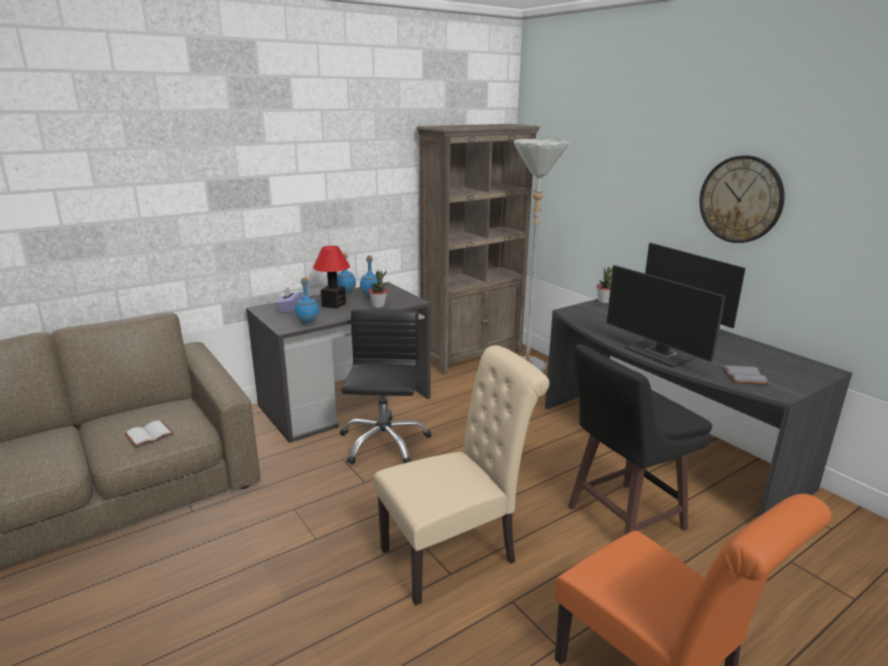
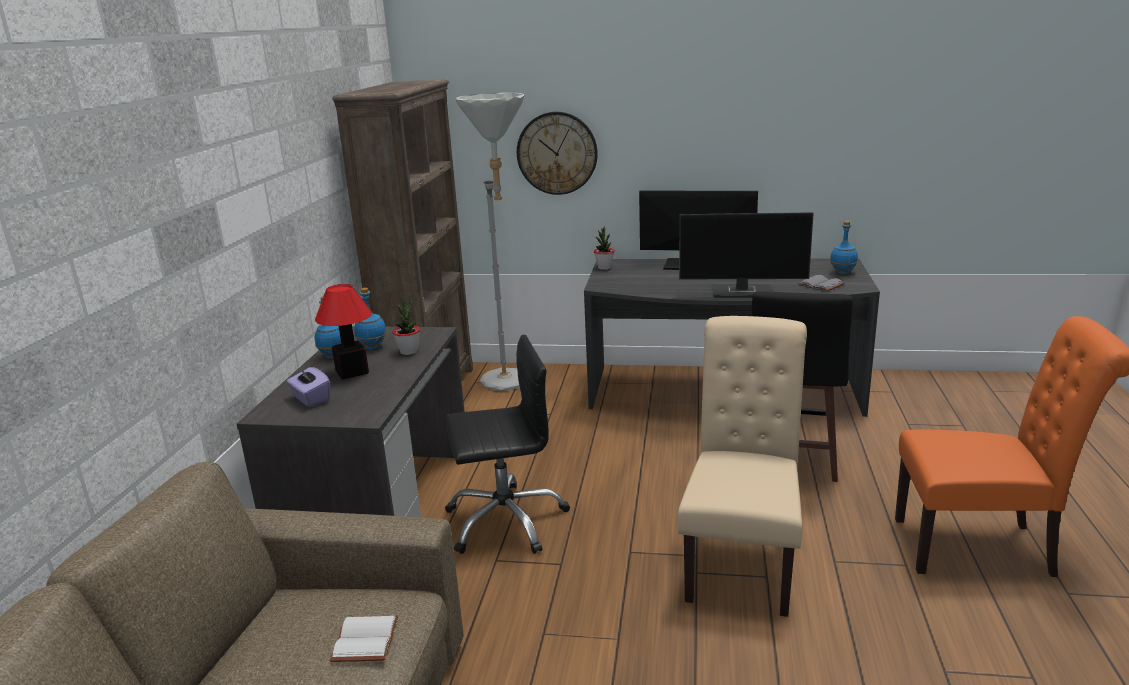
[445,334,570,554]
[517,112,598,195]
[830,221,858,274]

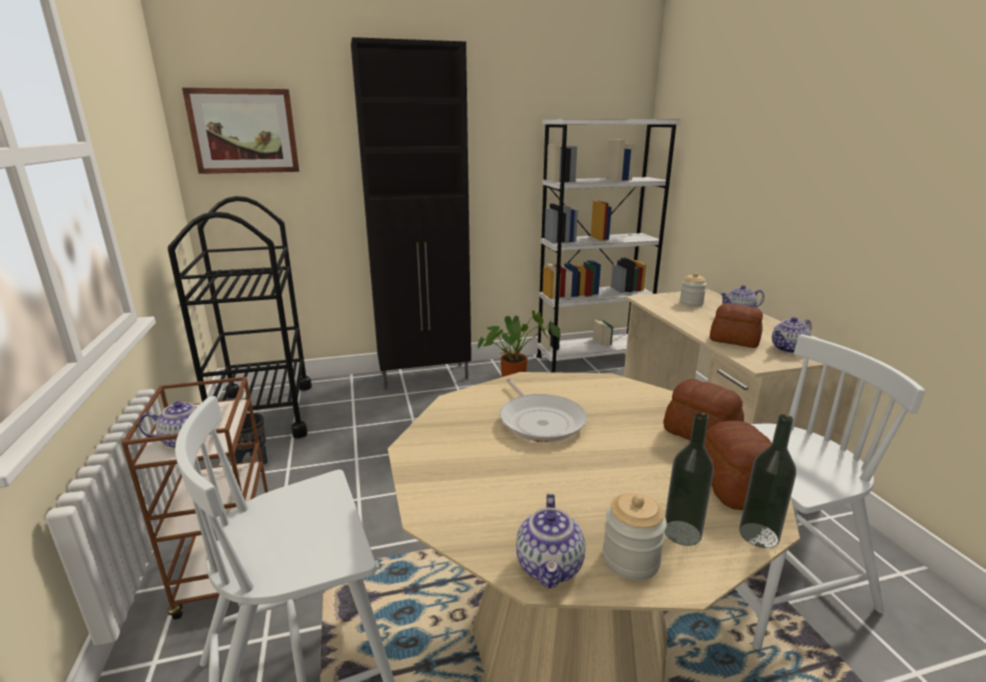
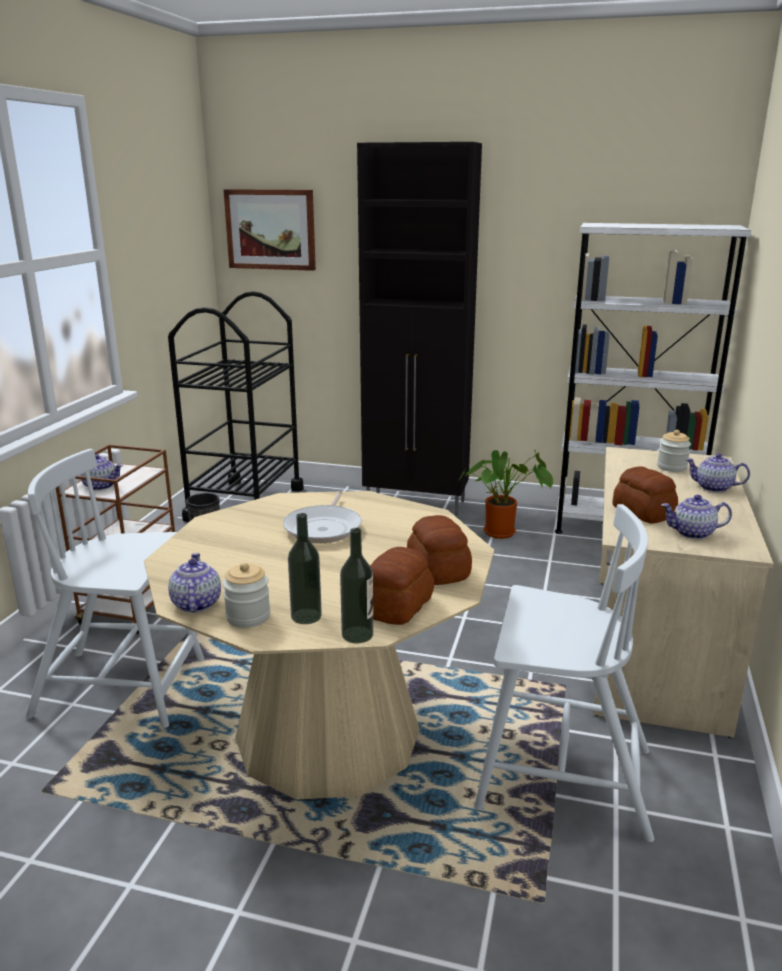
[168,553,221,613]

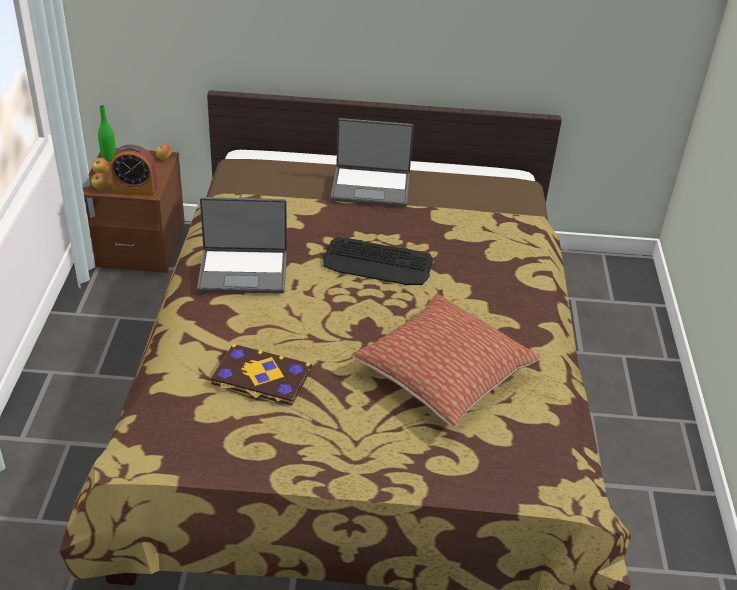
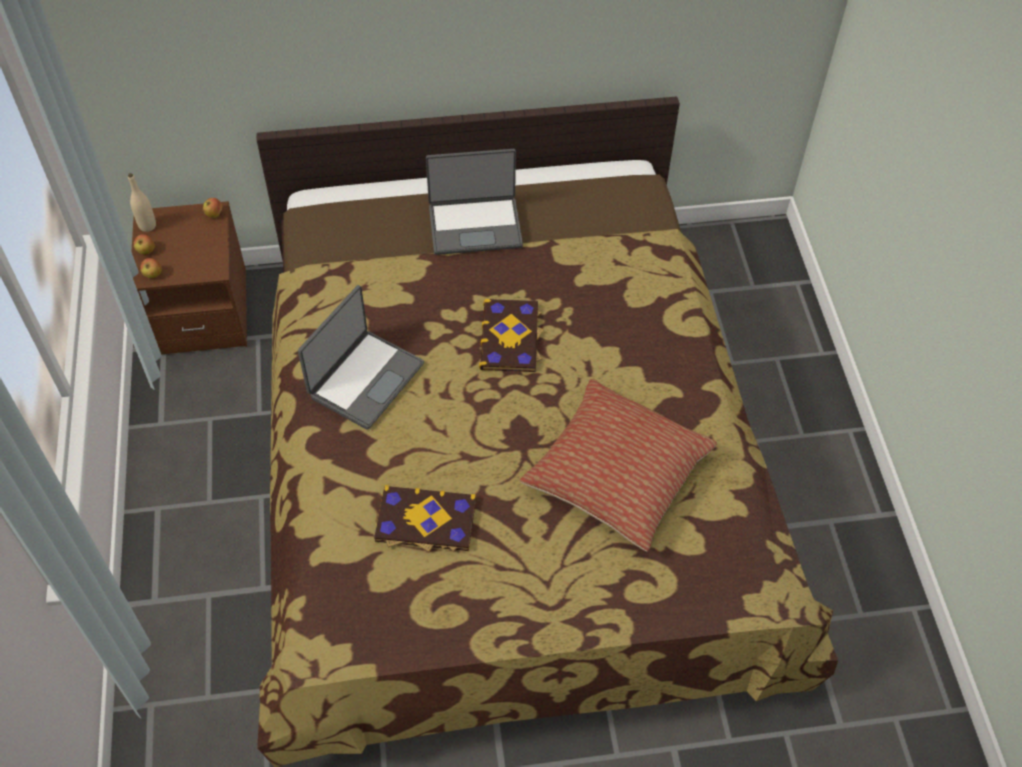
[128,173,156,232]
[298,285,424,430]
[479,299,544,372]
[110,144,157,196] (first image)

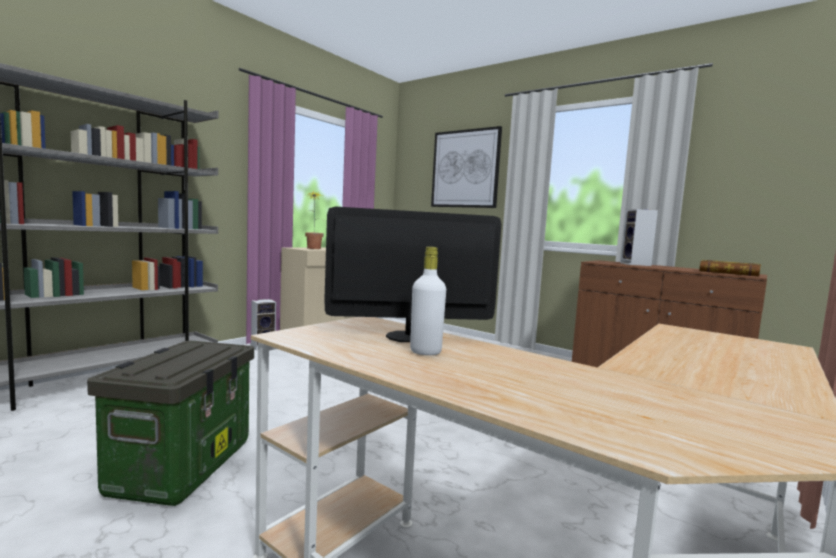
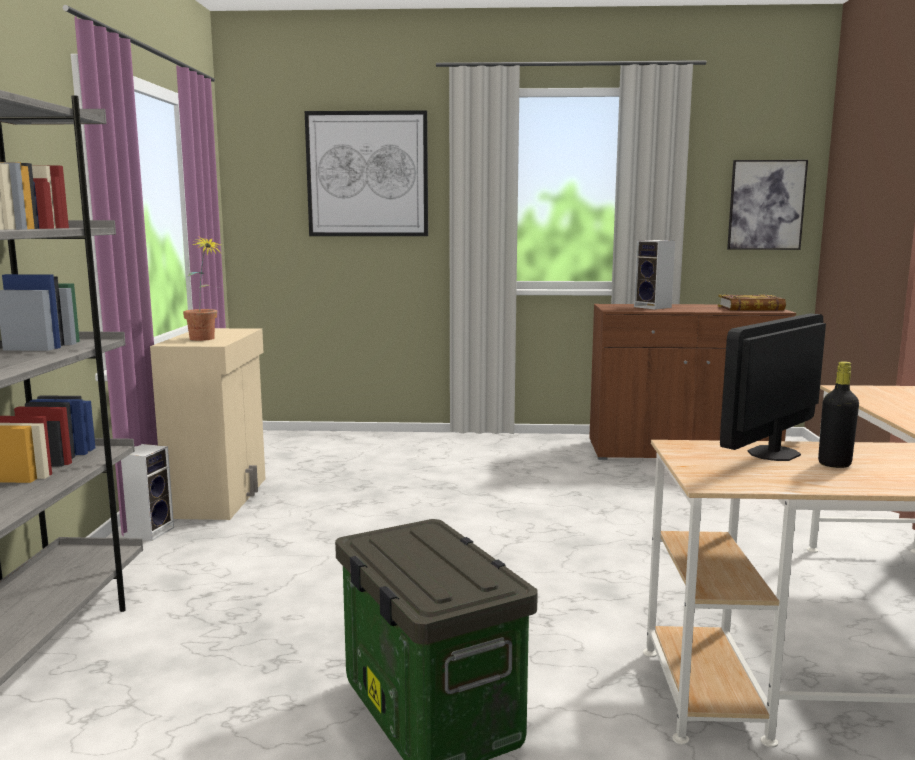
[727,160,808,250]
[818,361,859,468]

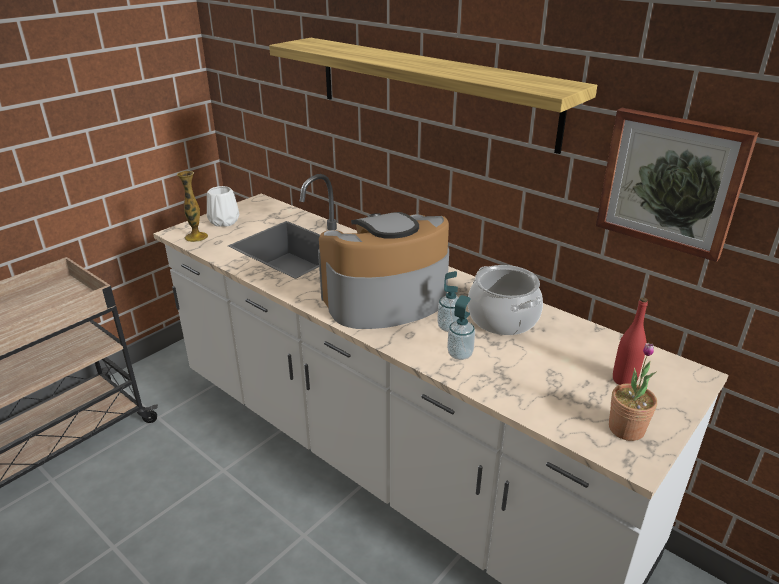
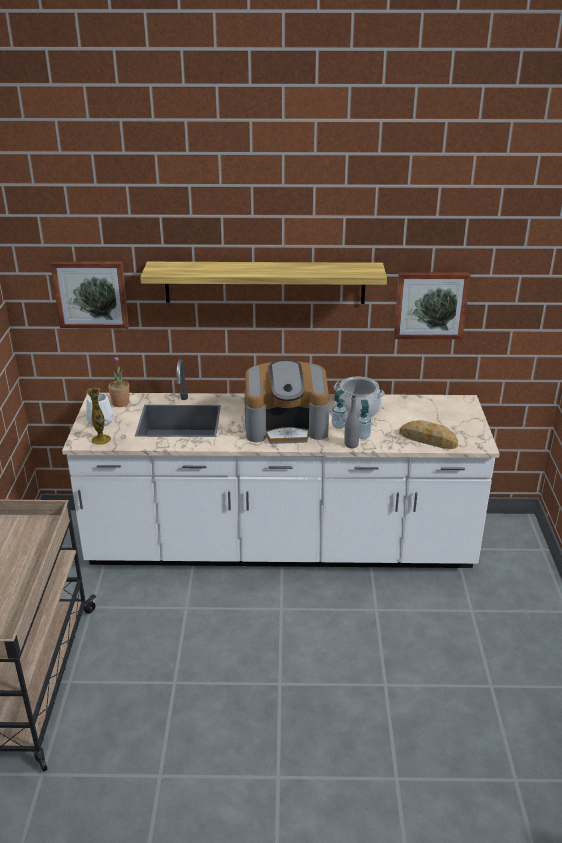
[50,261,129,329]
[108,357,129,407]
[244,360,329,444]
[344,395,360,448]
[399,420,458,449]
[613,297,648,385] (first image)

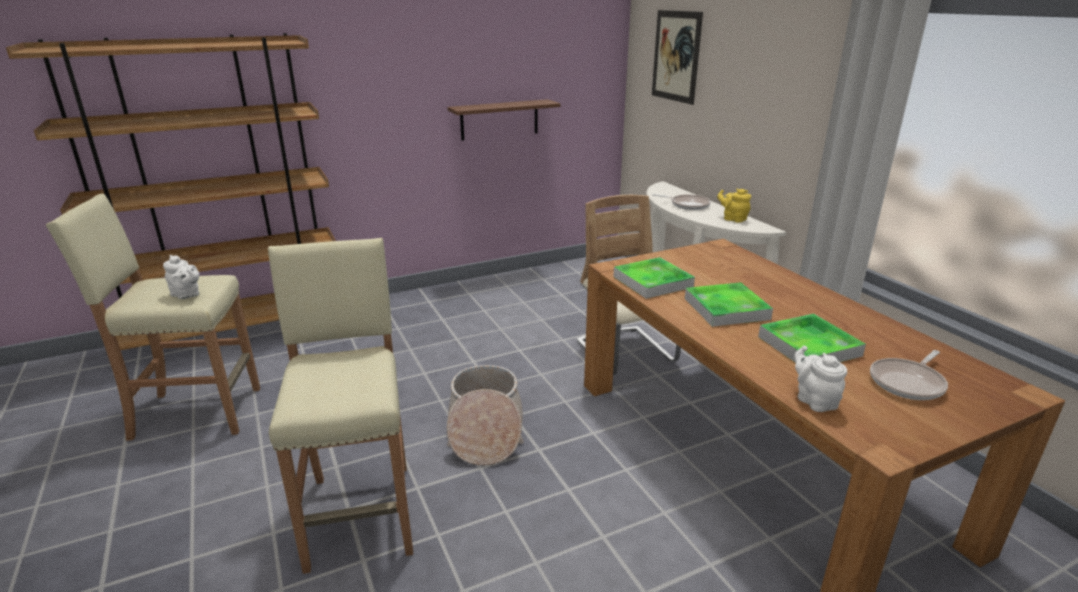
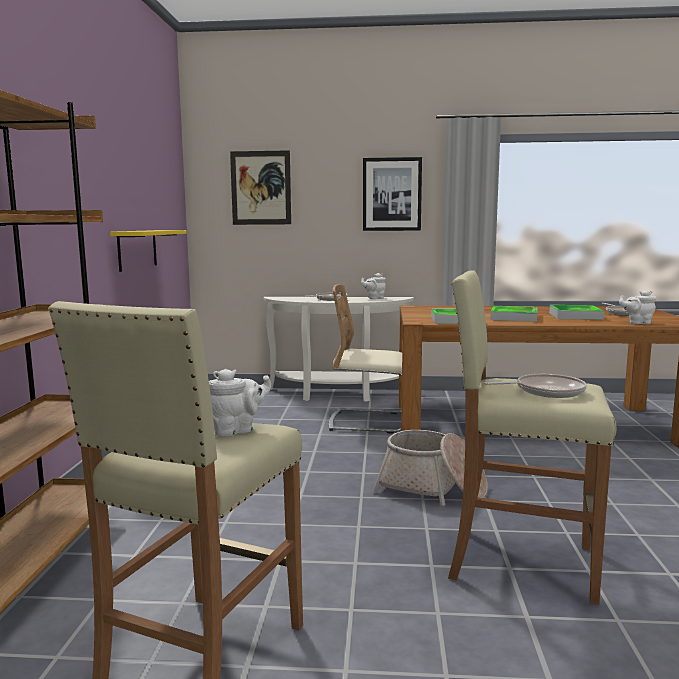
[110,230,187,272]
[361,273,386,299]
[363,157,422,231]
[484,374,587,398]

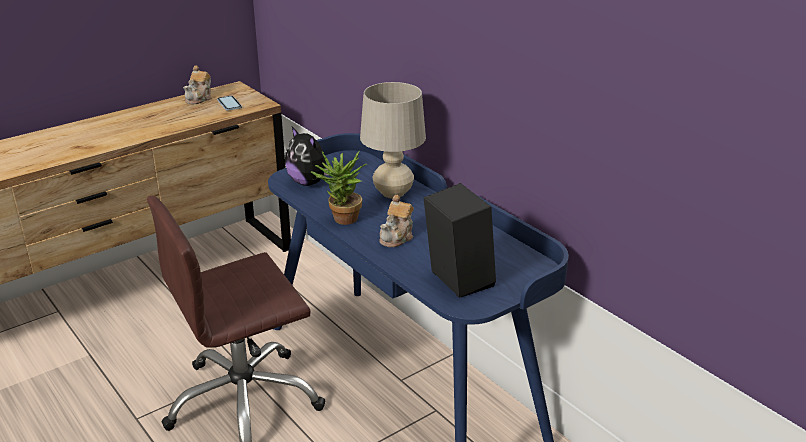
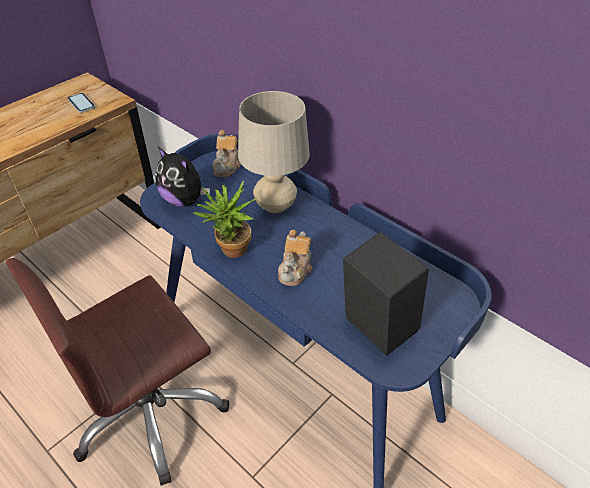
[212,130,241,178]

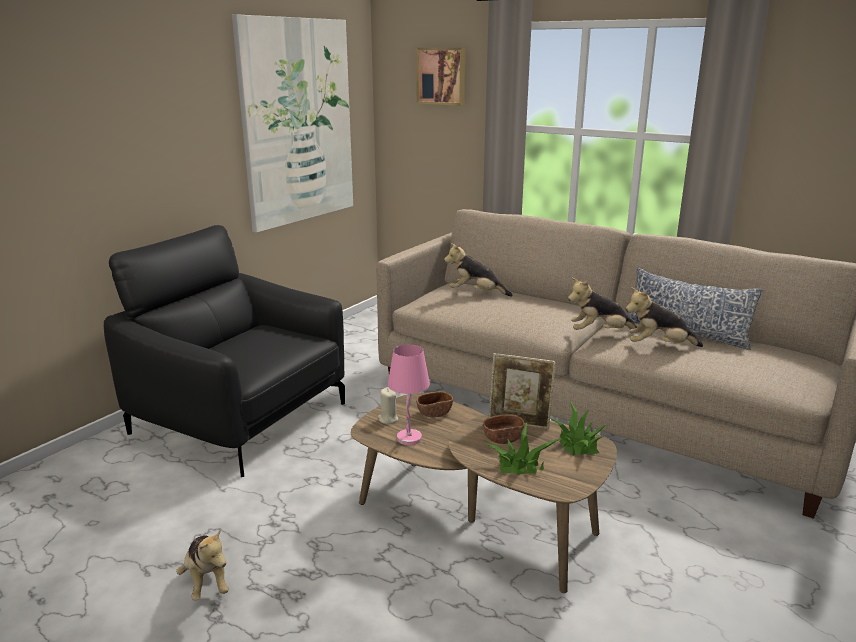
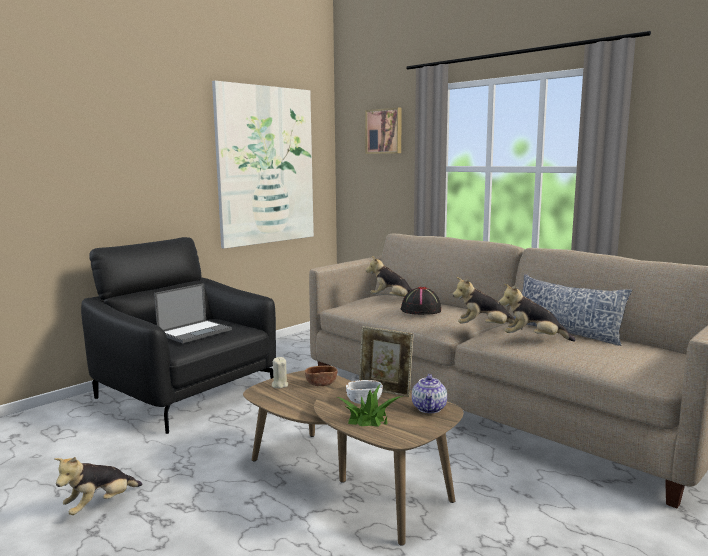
[54,457,143,515]
[154,283,232,343]
[346,380,383,404]
[401,287,441,315]
[412,374,447,413]
[388,344,430,445] (first image)

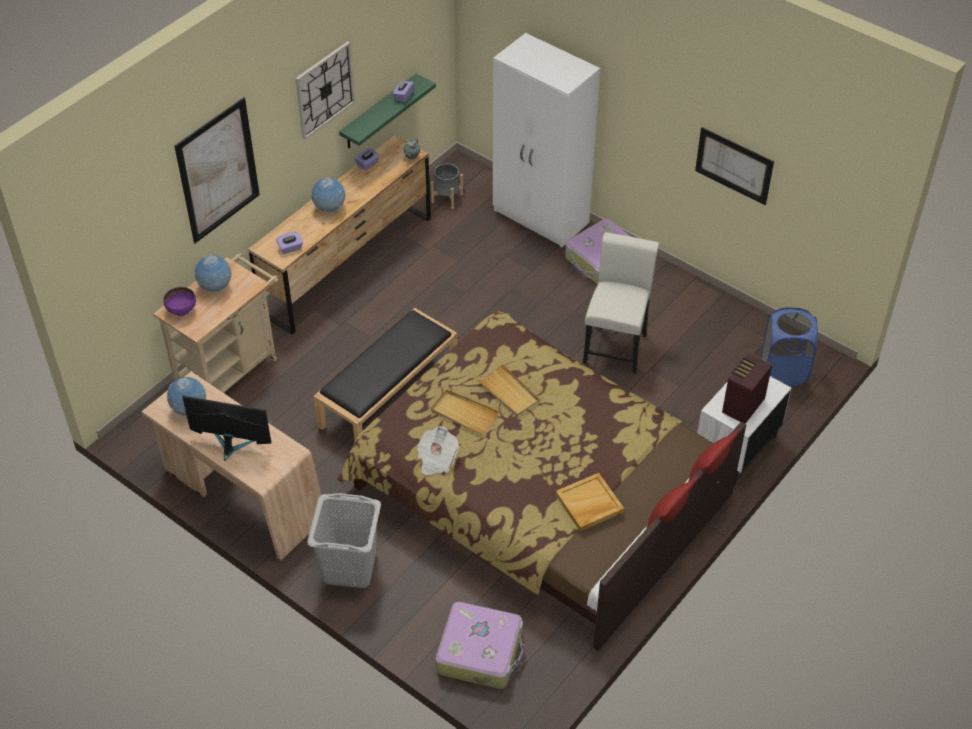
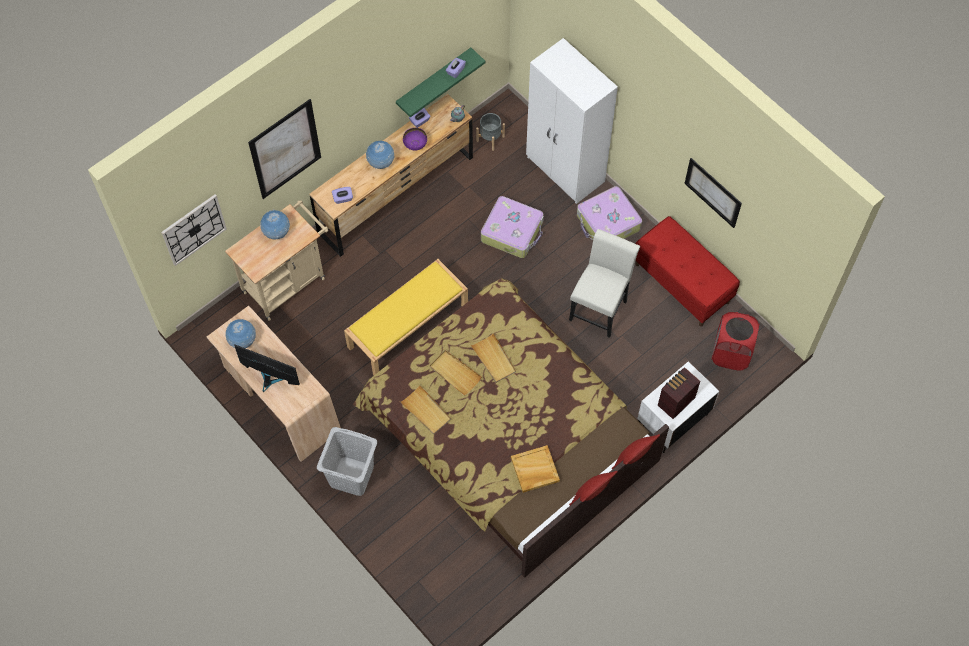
[161,194,227,266]
[344,259,468,375]
[400,385,451,434]
[403,128,427,151]
[481,196,544,258]
[635,216,740,327]
[711,312,760,371]

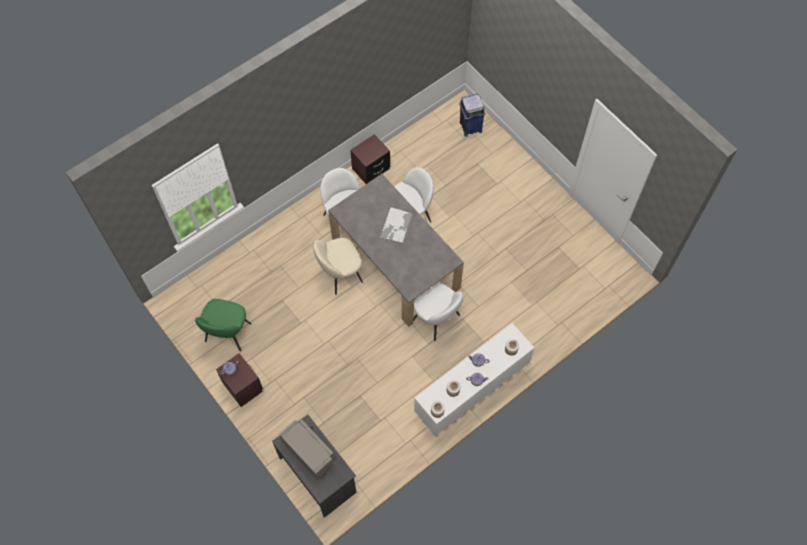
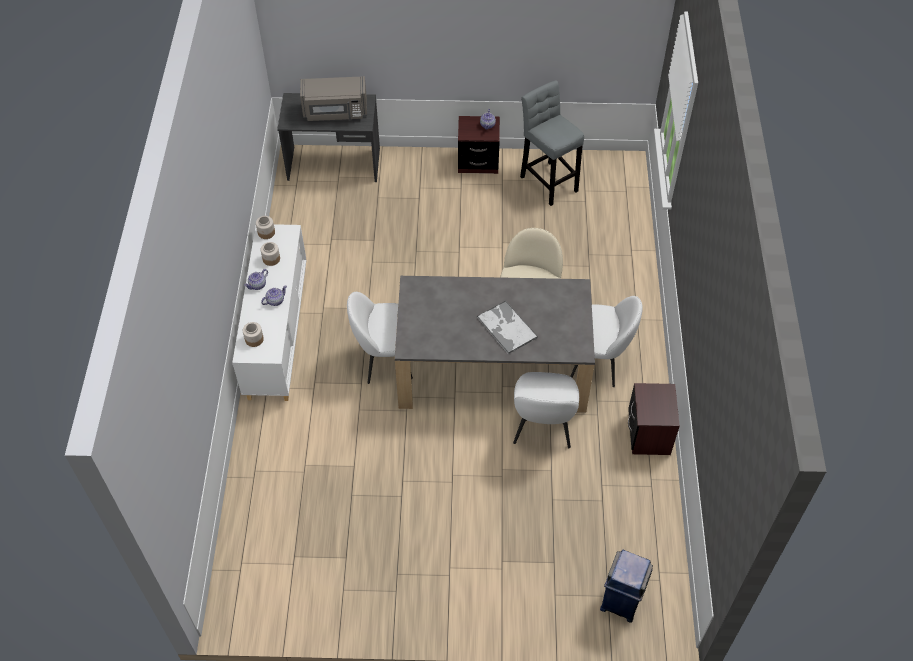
[520,80,584,206]

